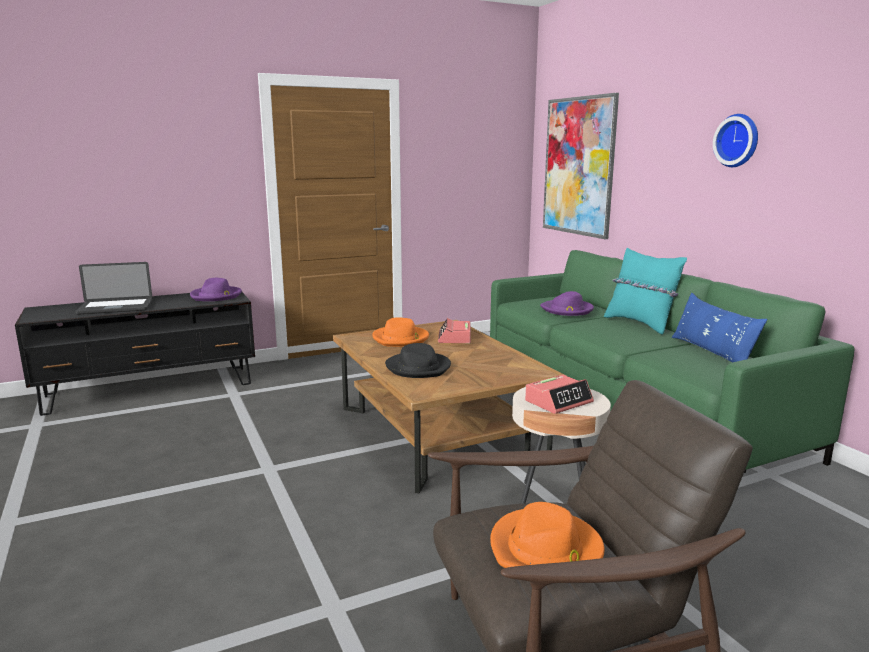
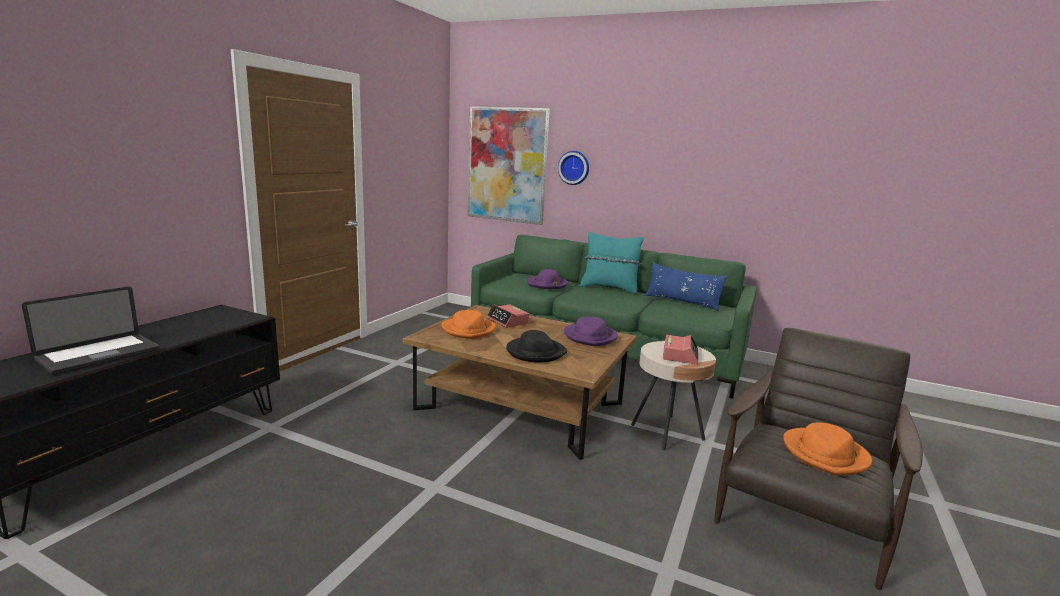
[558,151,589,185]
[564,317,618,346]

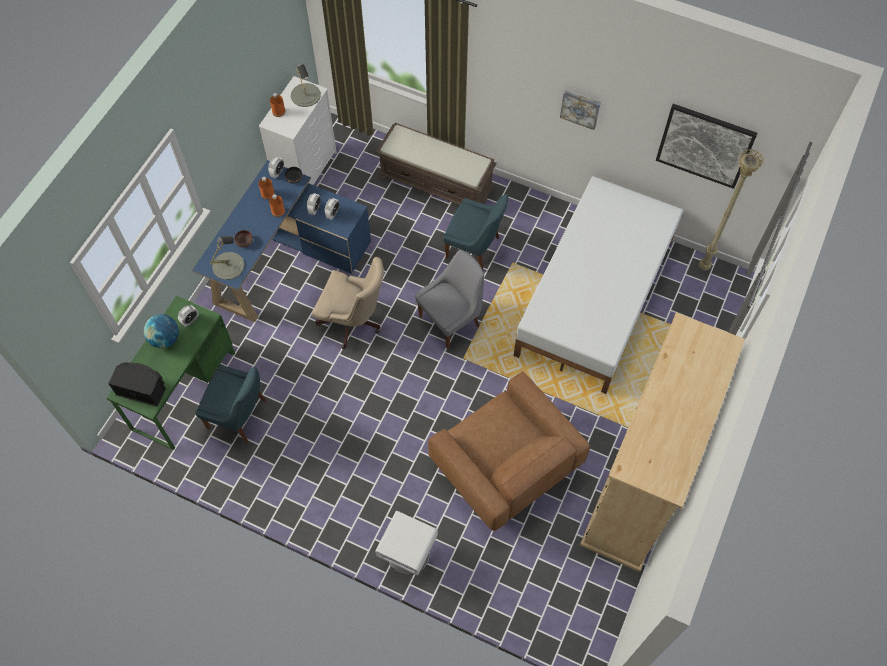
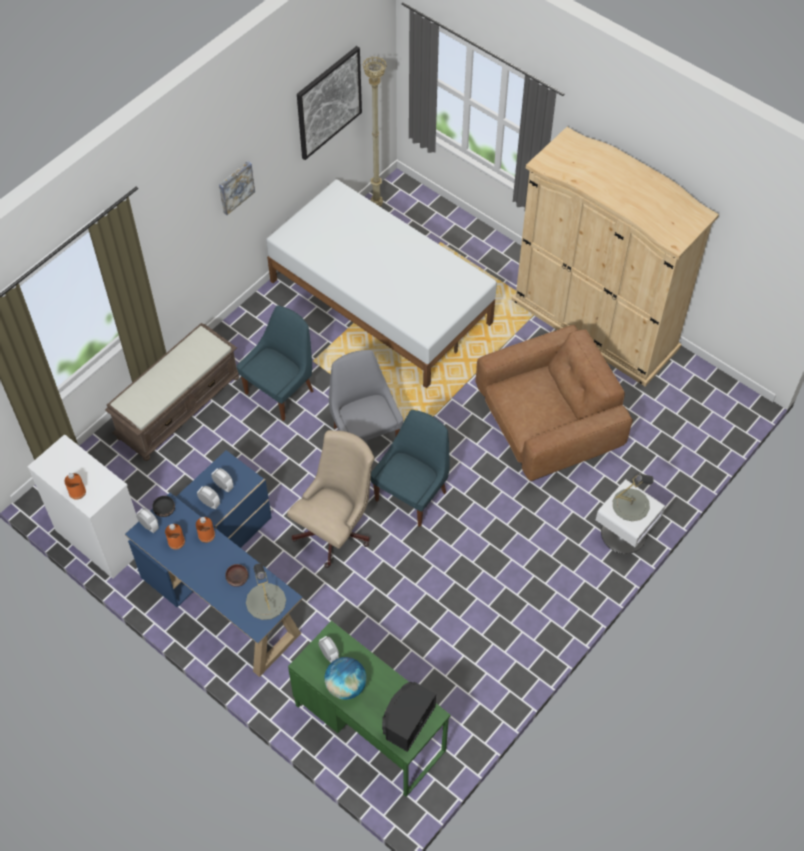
[371,410,450,527]
[613,473,654,521]

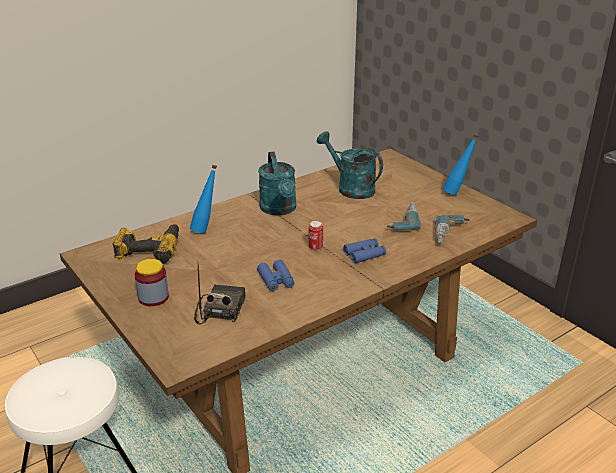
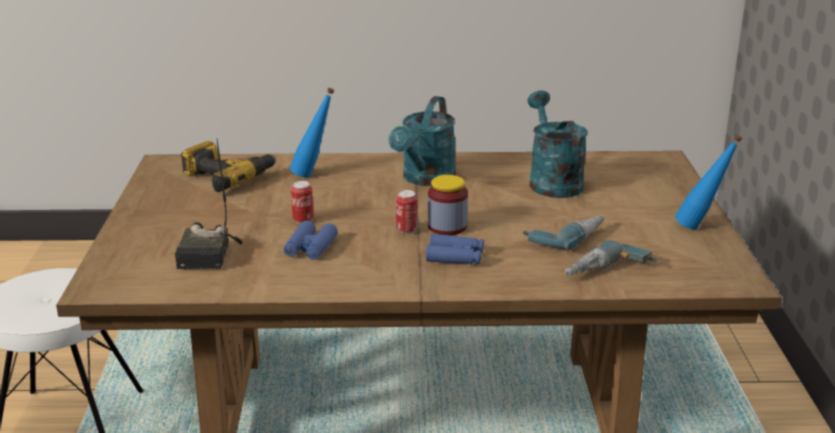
[175,139,243,269]
[291,181,314,224]
[428,175,468,235]

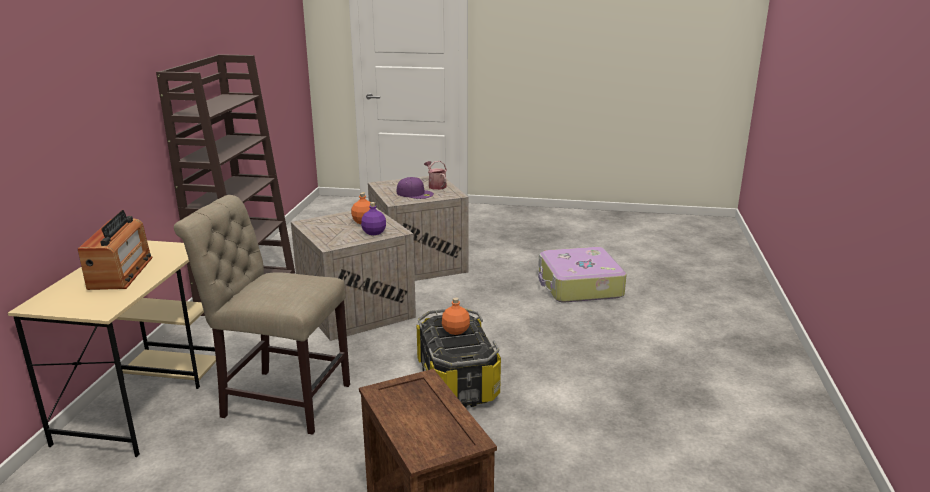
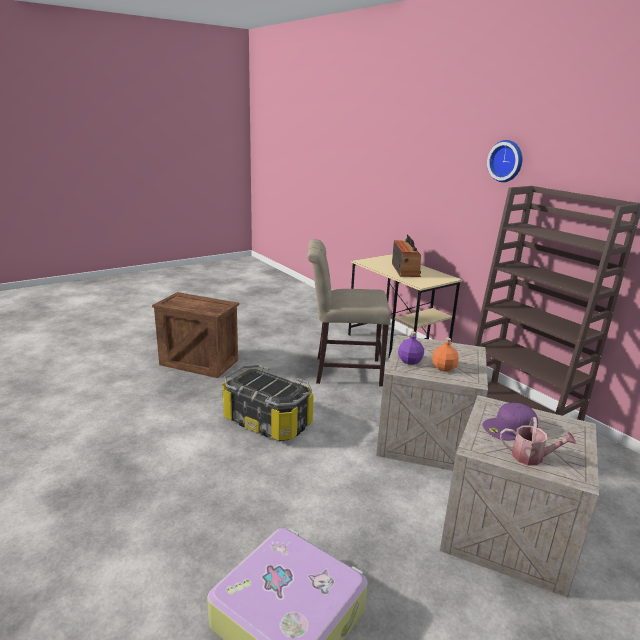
[307,239,391,387]
[392,234,421,277]
[487,140,522,182]
[442,298,470,335] (first image)

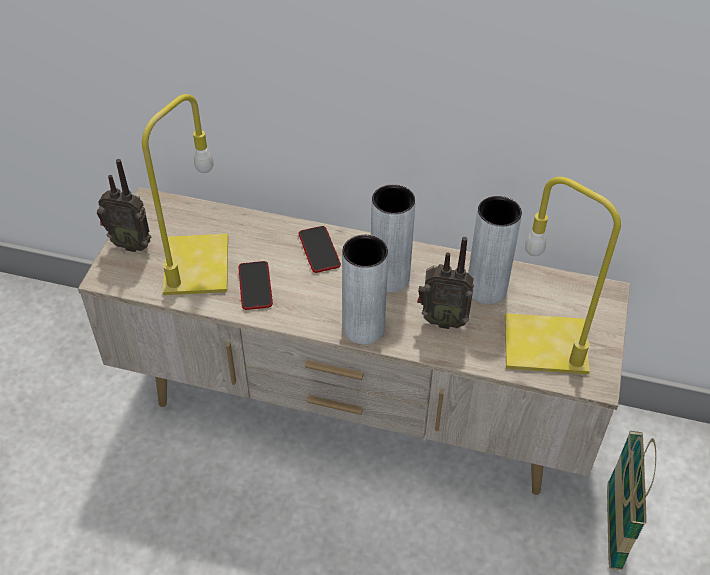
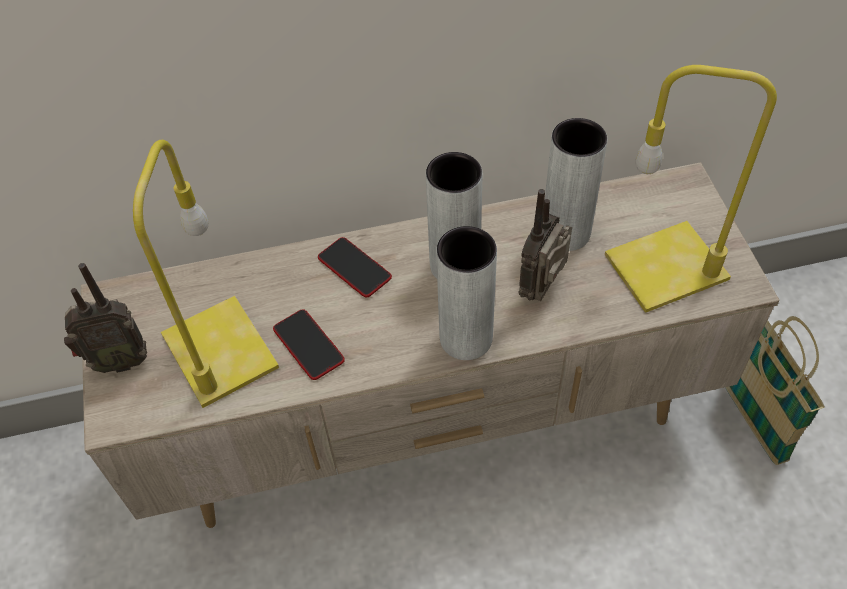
[519,189,572,301]

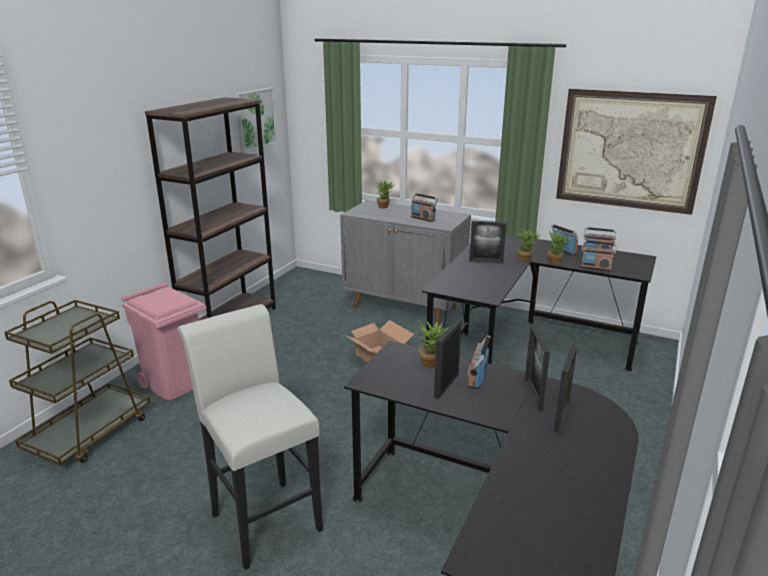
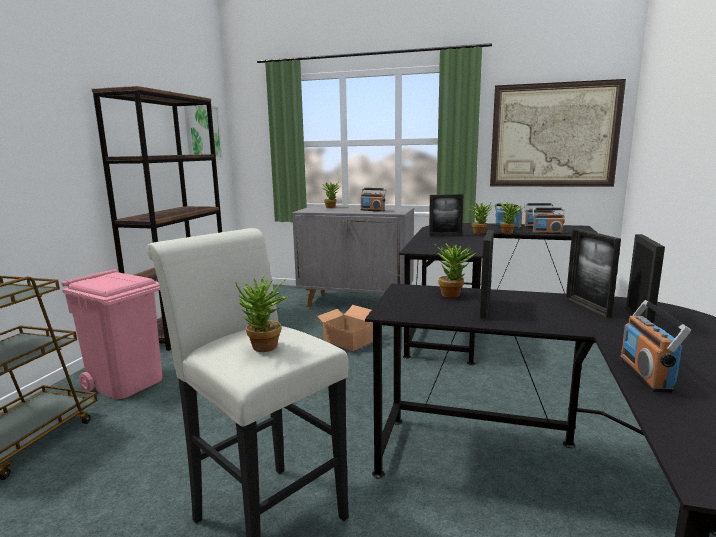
[235,275,288,352]
[620,300,691,393]

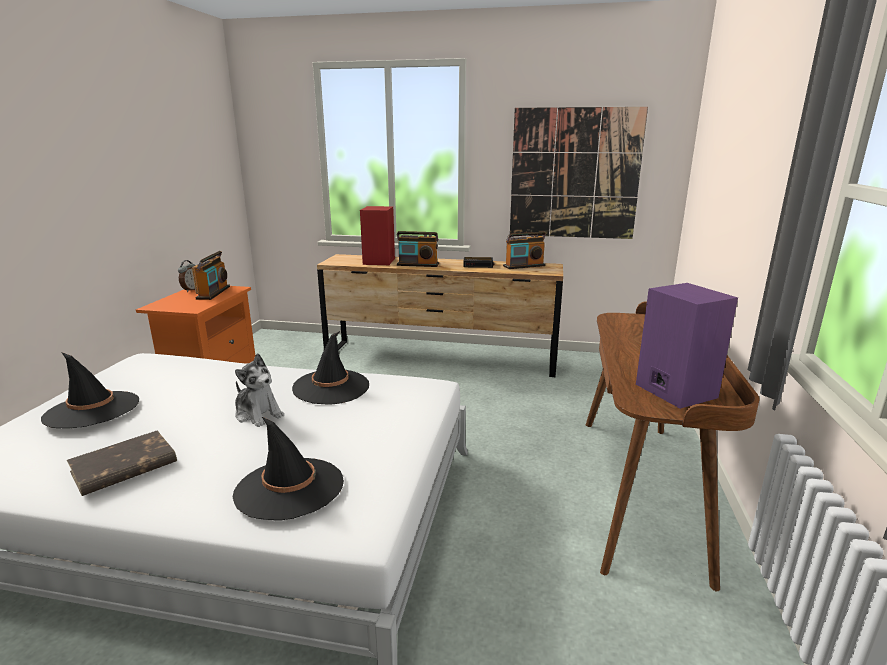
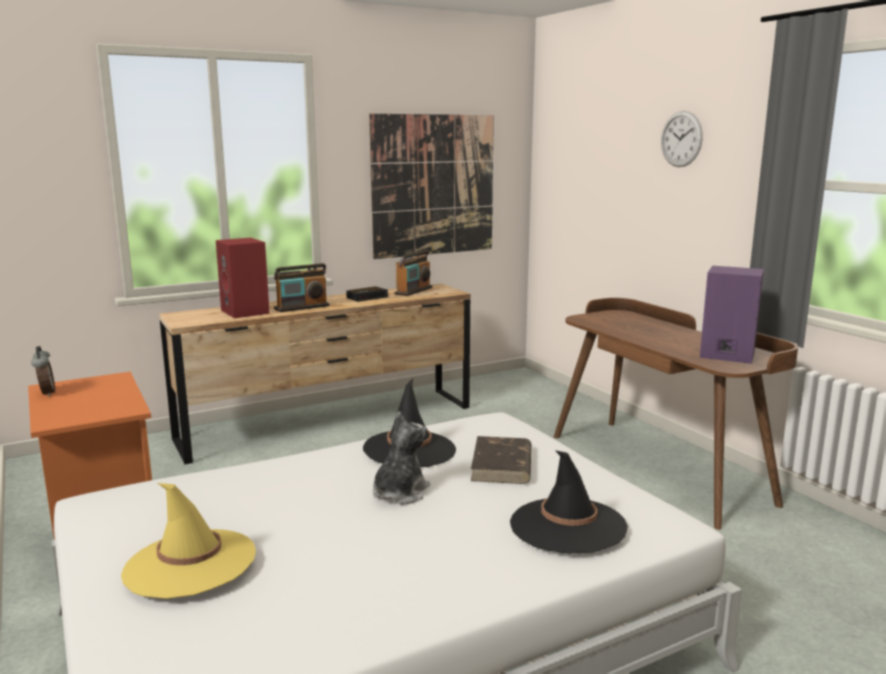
[121,483,256,599]
[373,411,430,505]
[471,436,531,484]
[661,111,703,167]
[192,251,230,300] (first image)

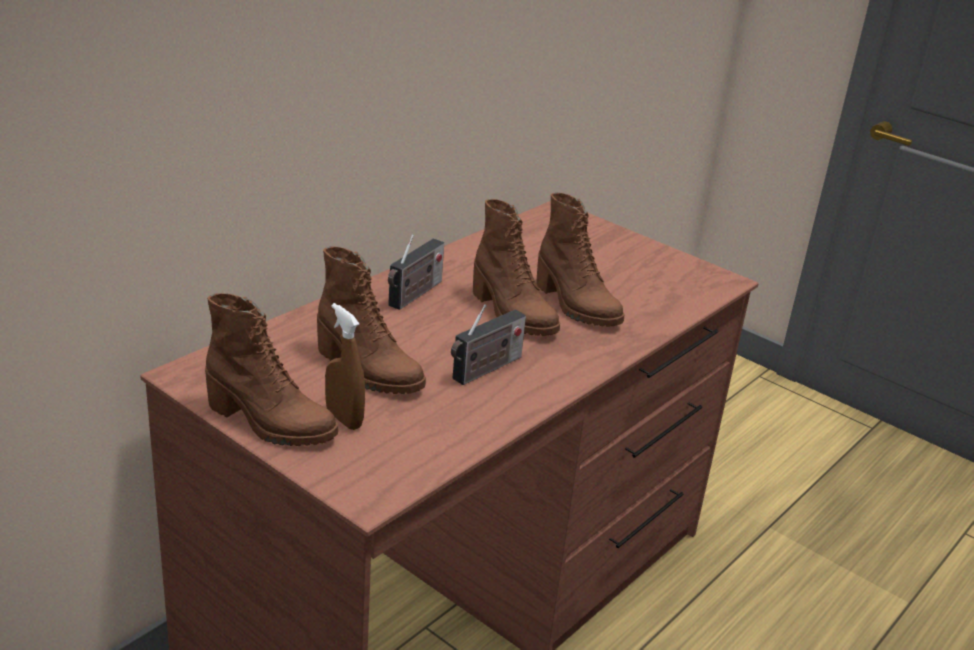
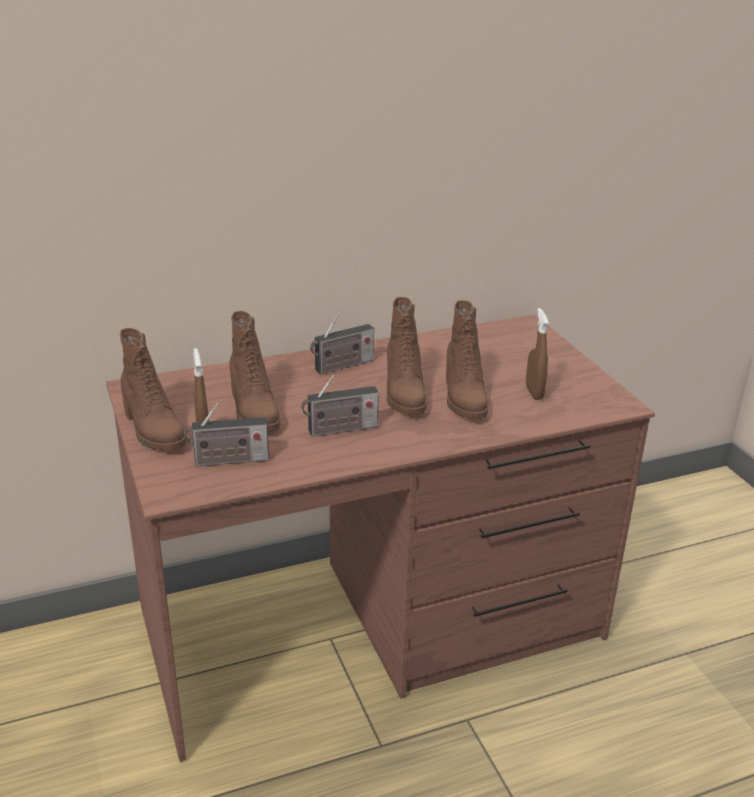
[184,403,269,466]
[526,308,549,400]

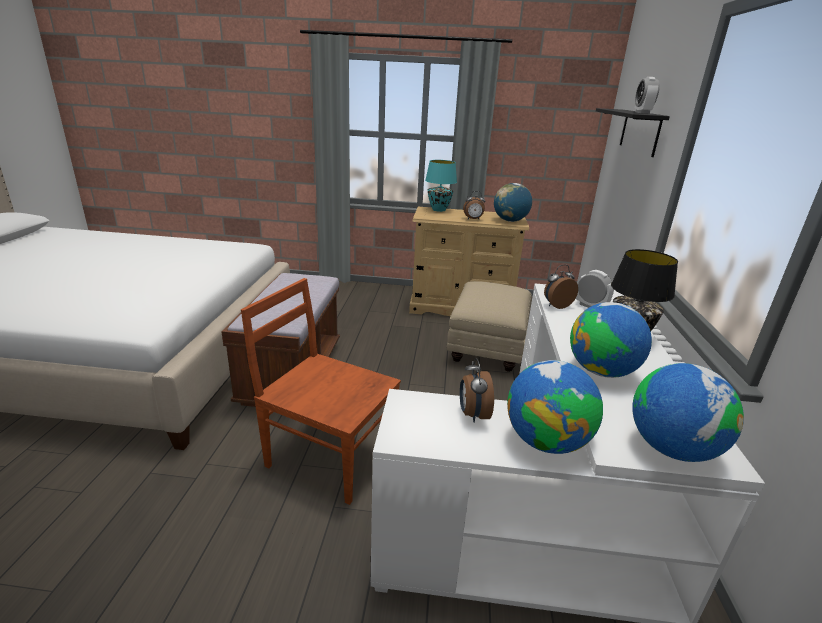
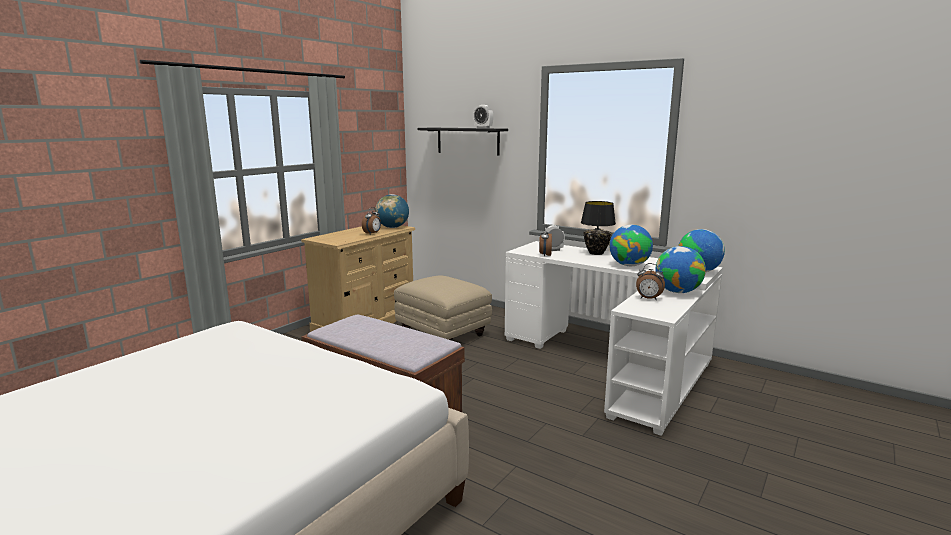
[241,278,401,505] (first image)
[425,160,457,212] (first image)

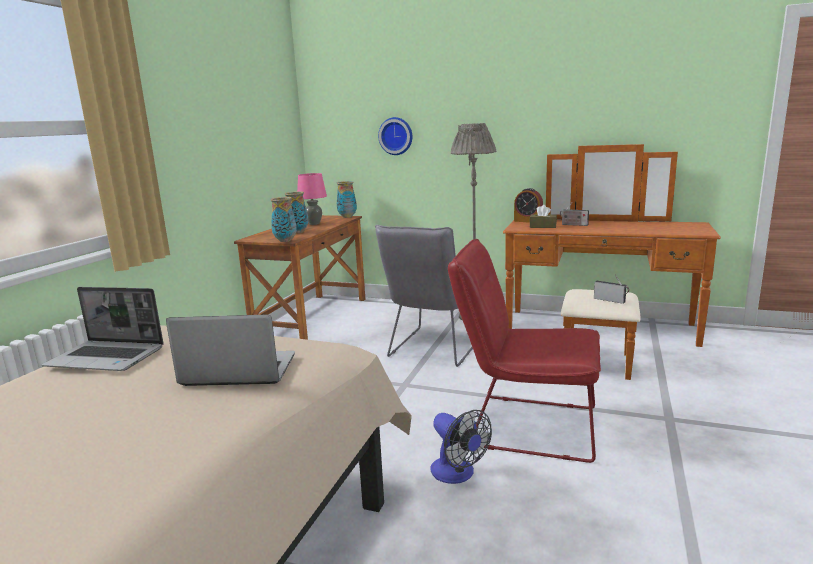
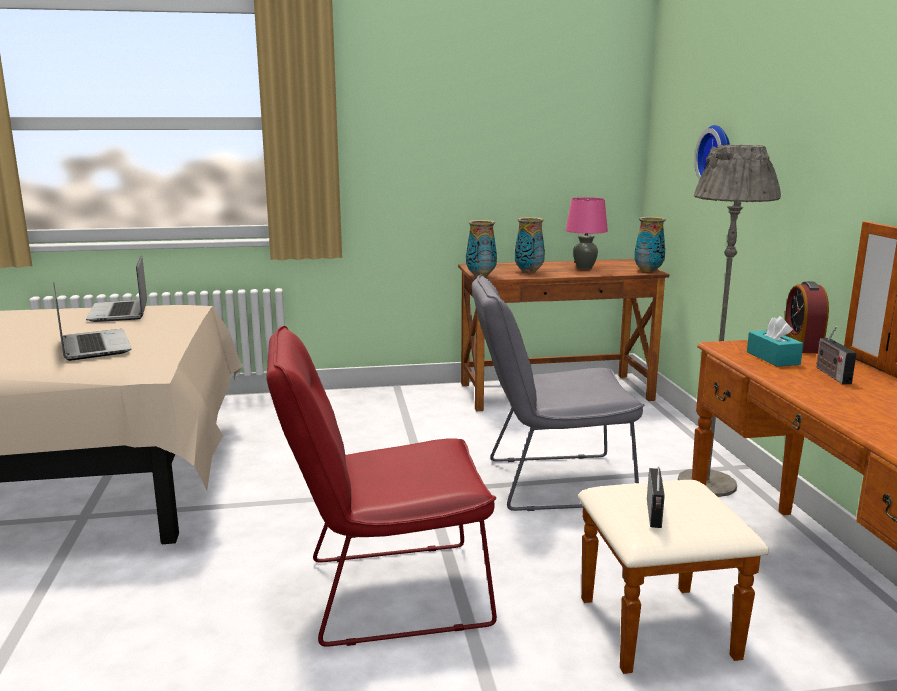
[266,326,497,647]
[747,316,804,367]
[430,410,492,484] (first image)

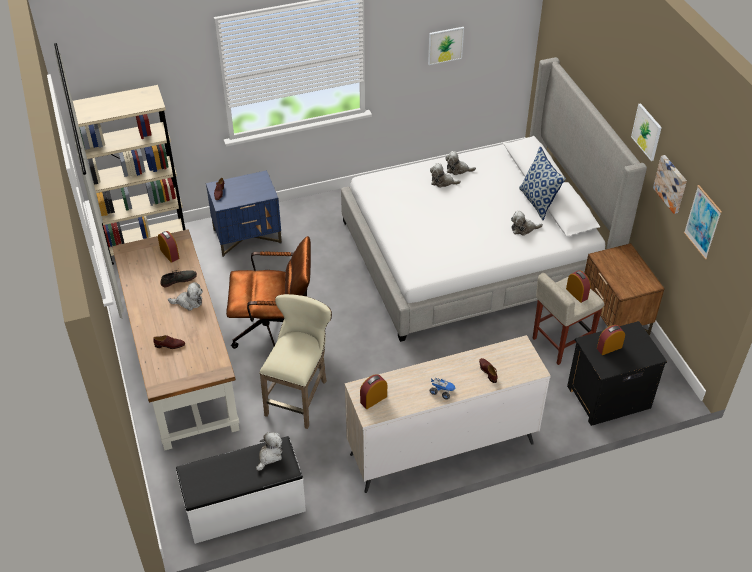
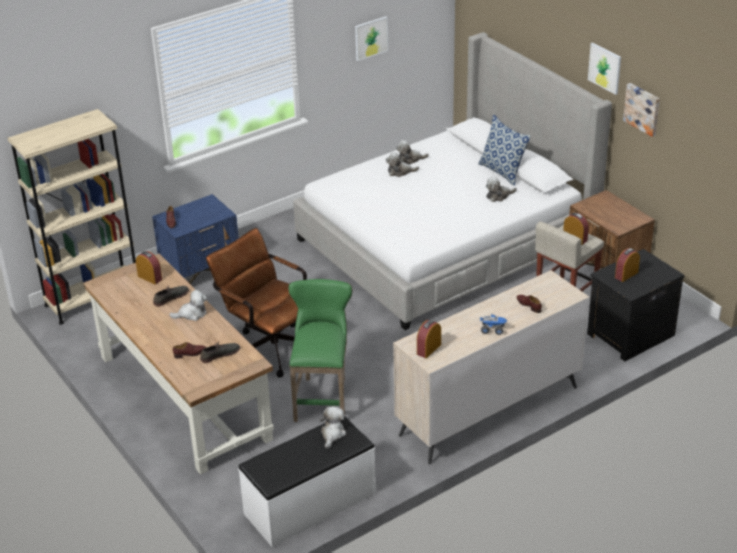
[200,342,240,363]
[206,228,307,377]
[288,279,353,422]
[684,185,722,259] (first image)

